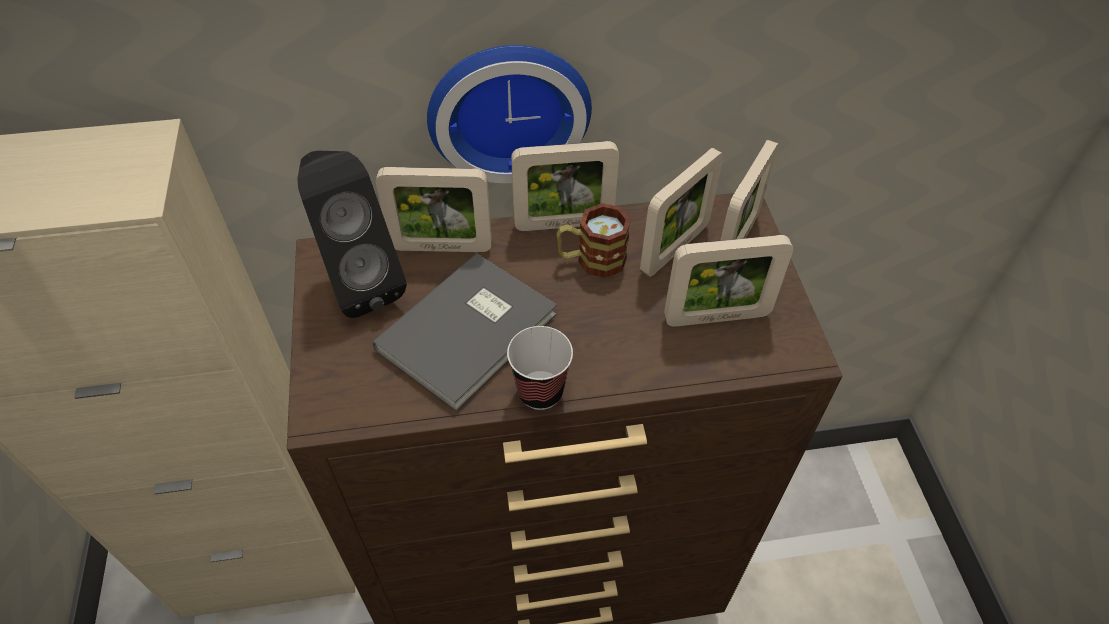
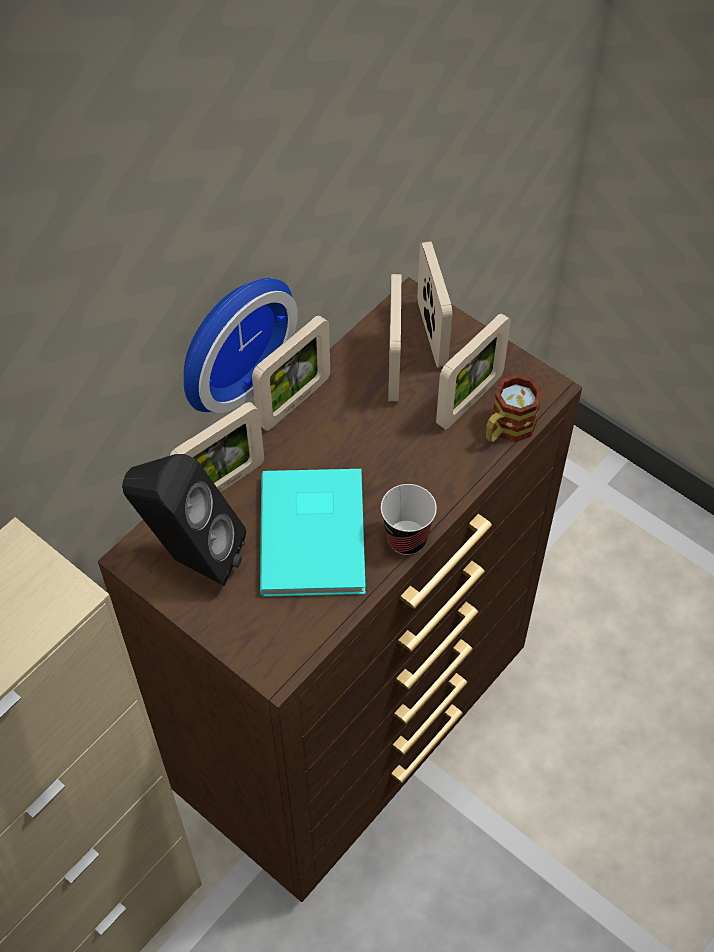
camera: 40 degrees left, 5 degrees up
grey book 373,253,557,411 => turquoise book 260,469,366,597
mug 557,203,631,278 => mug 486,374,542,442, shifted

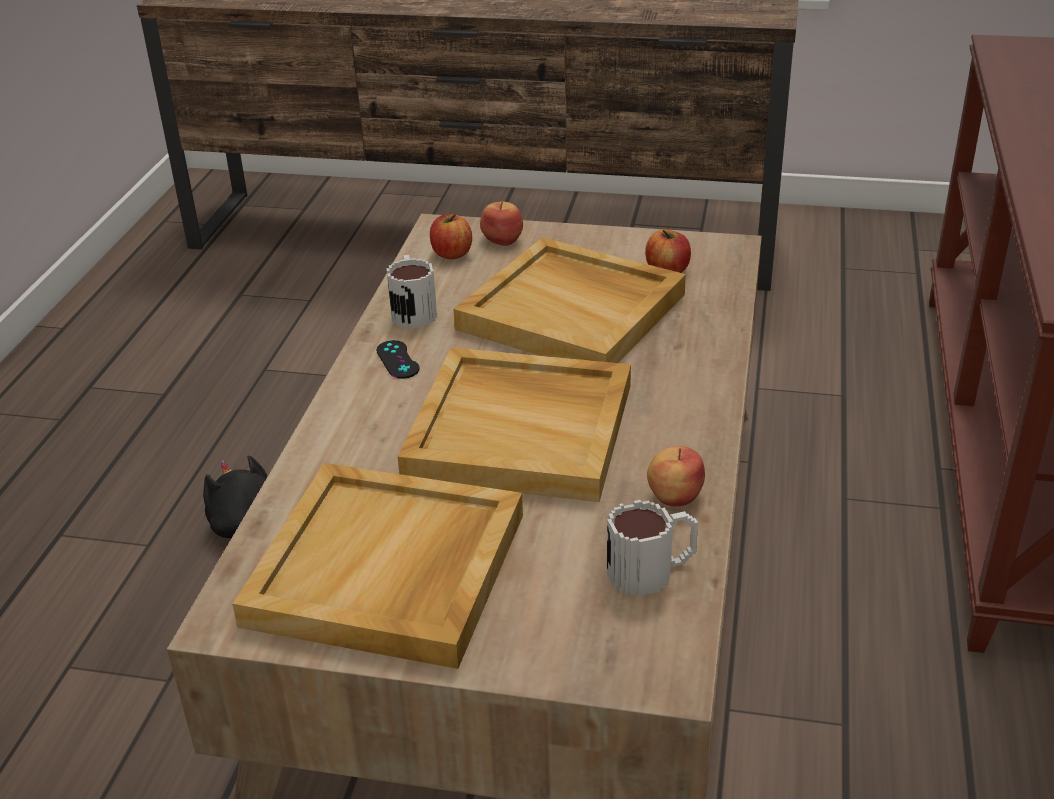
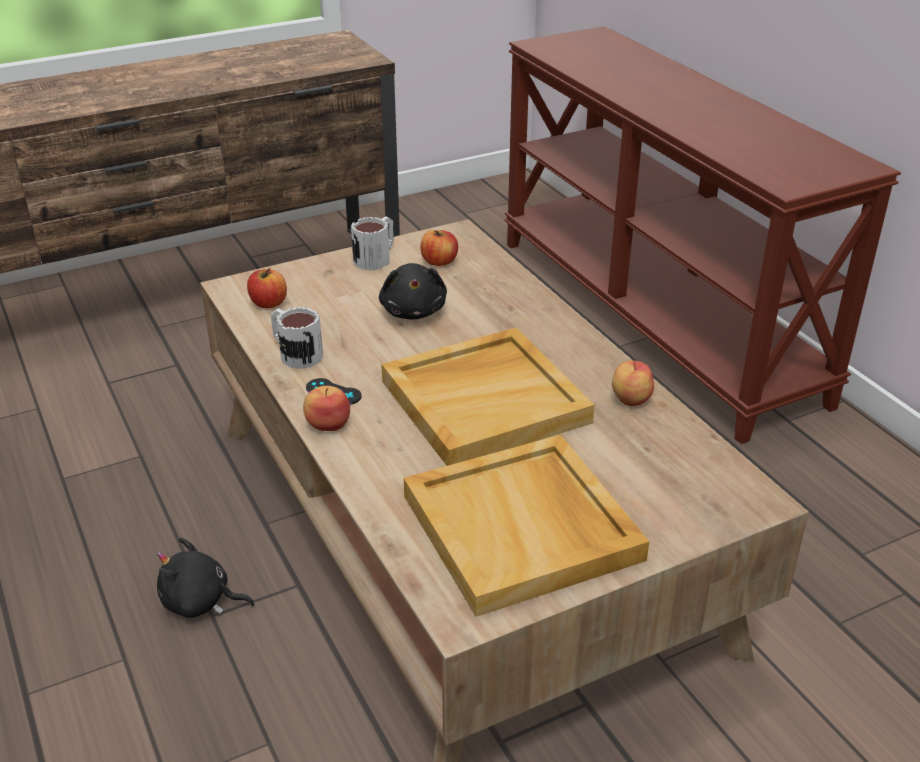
camera: 40 degrees left, 0 degrees up
beige tray 454,237,686,363 => black plush toy 379,263,447,320
apple 480,202,523,246 => apple 303,386,350,431, shifted
mug 607,500,698,596 => mug 351,216,394,270, shifted

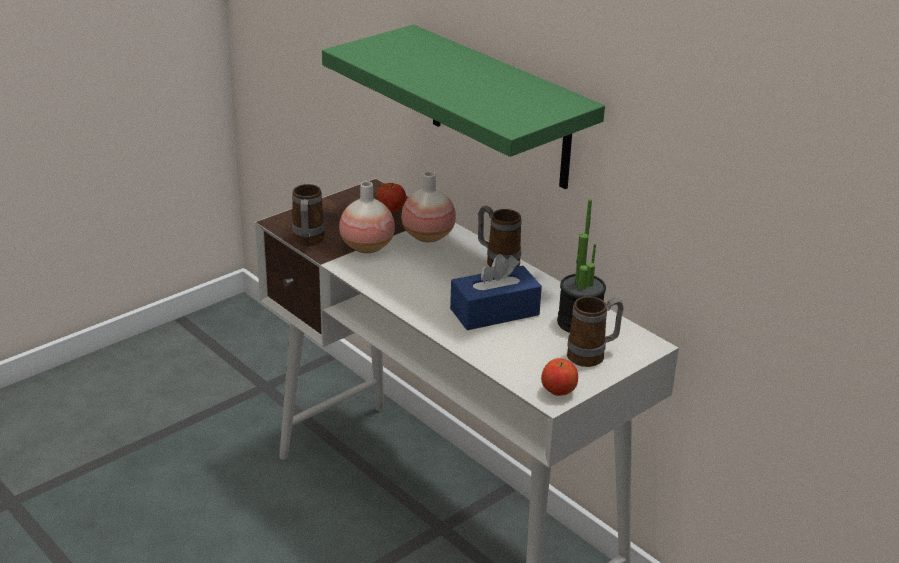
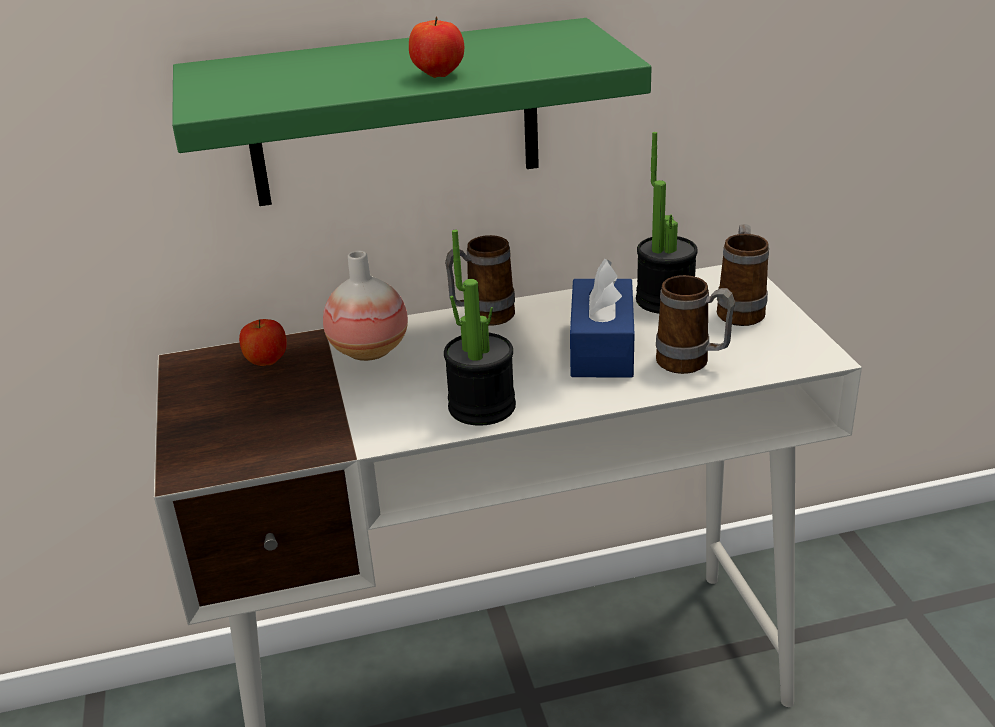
camera: 60 degrees left, 0 degrees up
mug 292,184,325,246 => mug 656,275,735,374, shifted
vase 339,181,395,253 => nothing
apple 541,358,578,396 => apple 409,17,464,78, shifted
nothing => potted plant 444,230,516,426

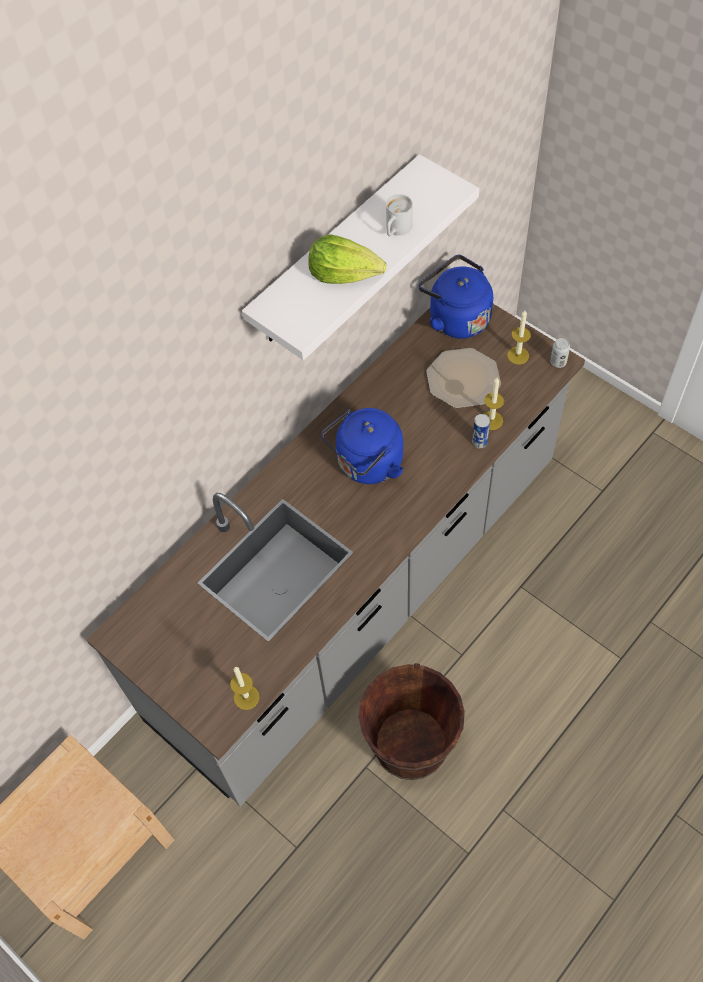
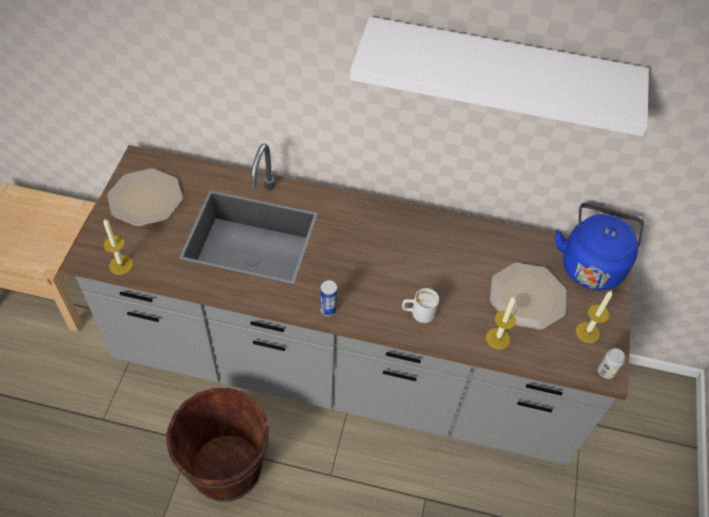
camera: 55 degrees right, 5 degrees down
lettuce 308,234,386,284 => nothing
blue kettle 321,408,404,484 => nothing
white mug 386,194,413,236 => white mug 402,288,439,323, shifted
can 472,414,490,449 => can 320,280,337,316, shifted
nothing => plate 107,168,183,227

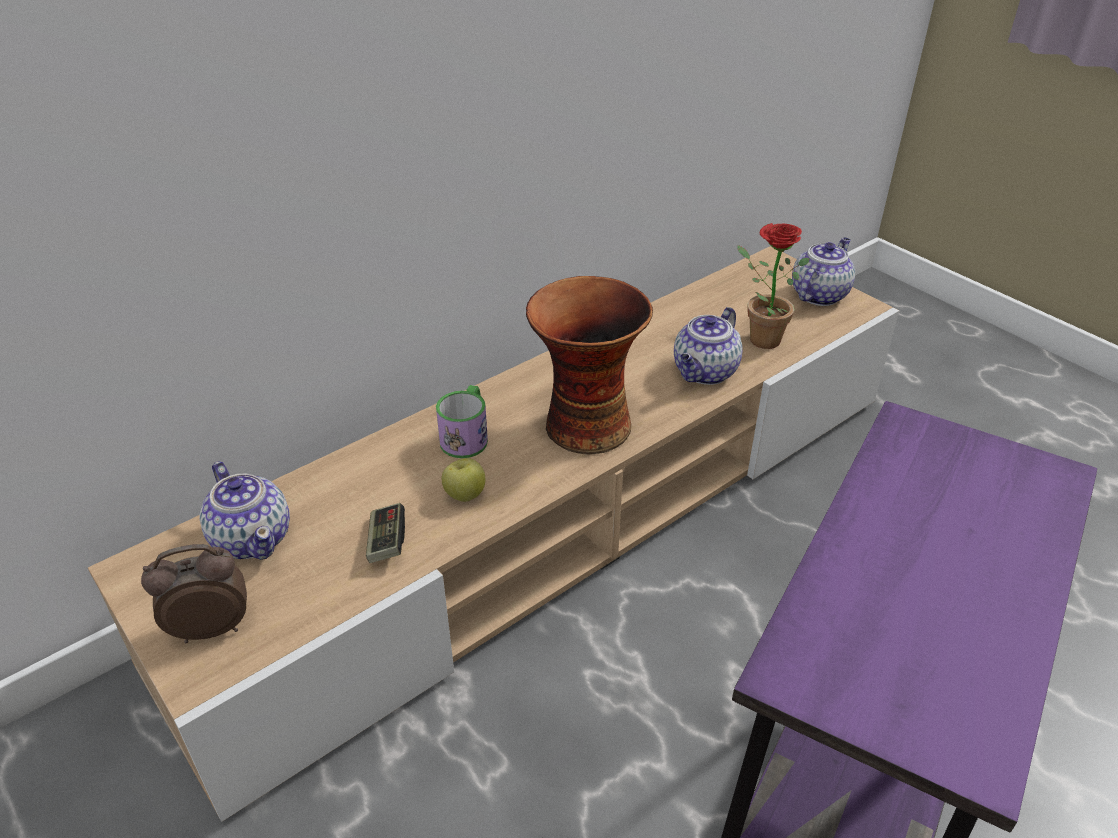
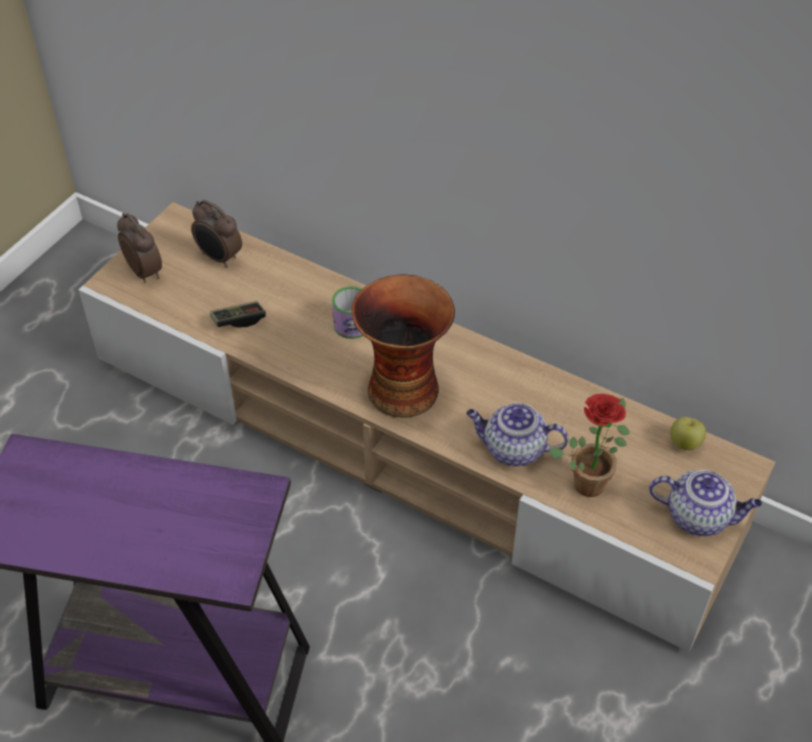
camera: 70 degrees right, 10 degrees up
teapot 199,461,290,560 => alarm clock 191,200,242,268
apple 442,458,485,502 => apple 670,417,706,450, shifted

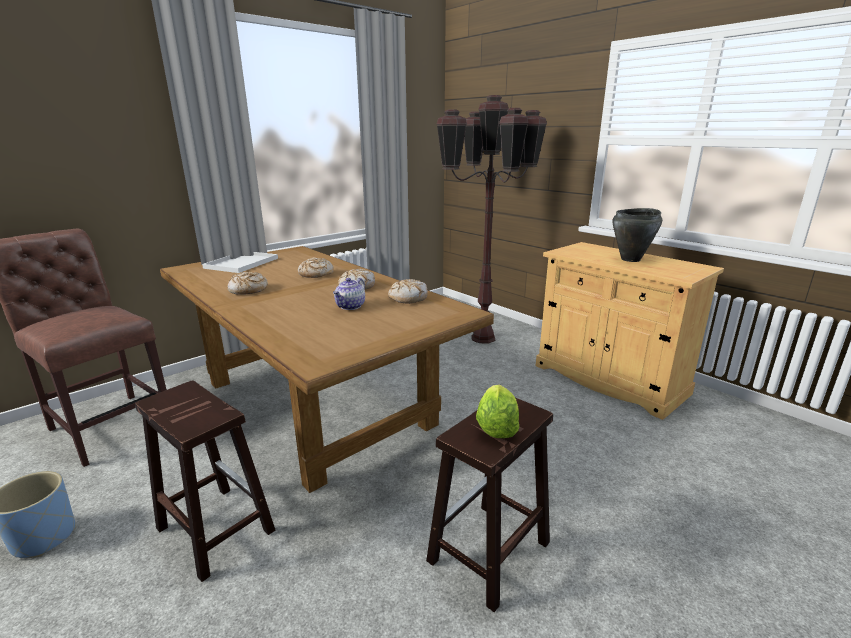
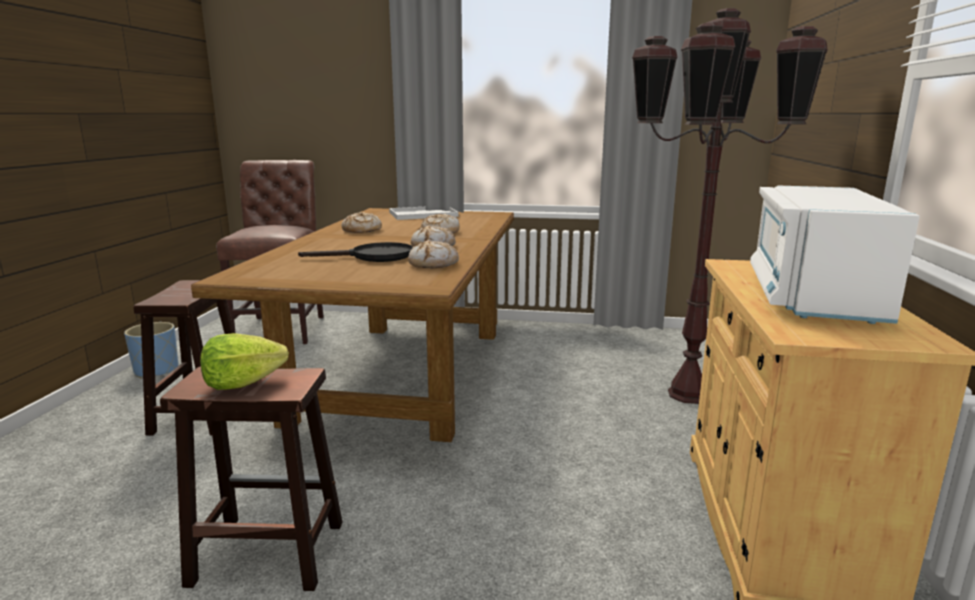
camera: 50 degrees right, 5 degrees down
teapot 333,278,365,310 => black frying pan 298,242,413,262
black cooking pot 613,208,662,262 => white microwave 750,185,920,324

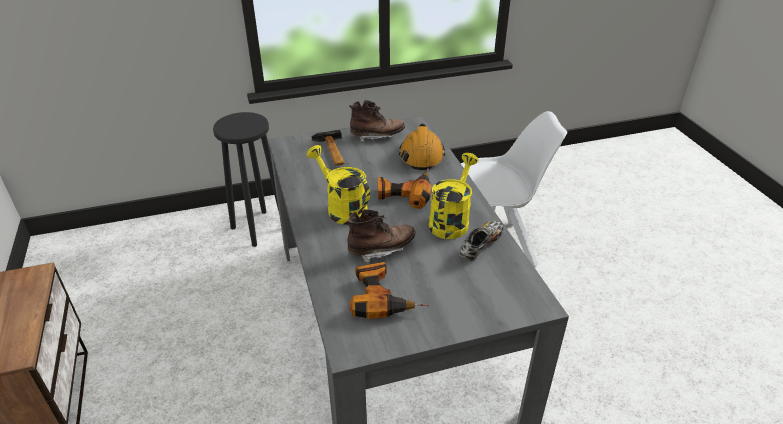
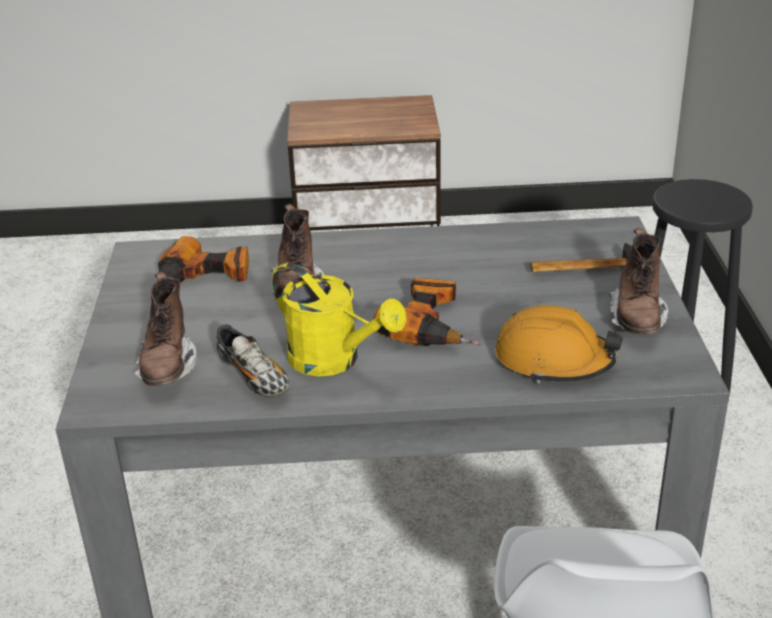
camera: 105 degrees right, 5 degrees down
yellow watering can 307,145,370,225 => nothing
nothing => brown boot 134,272,197,386

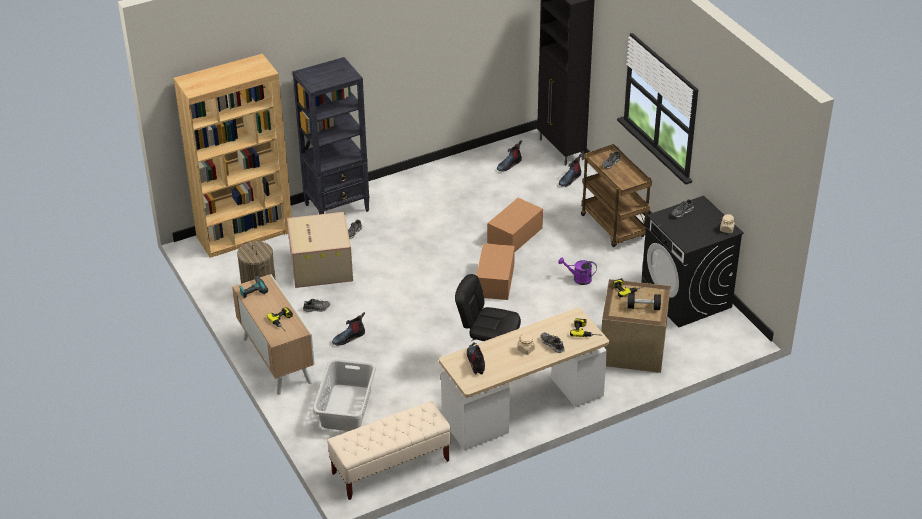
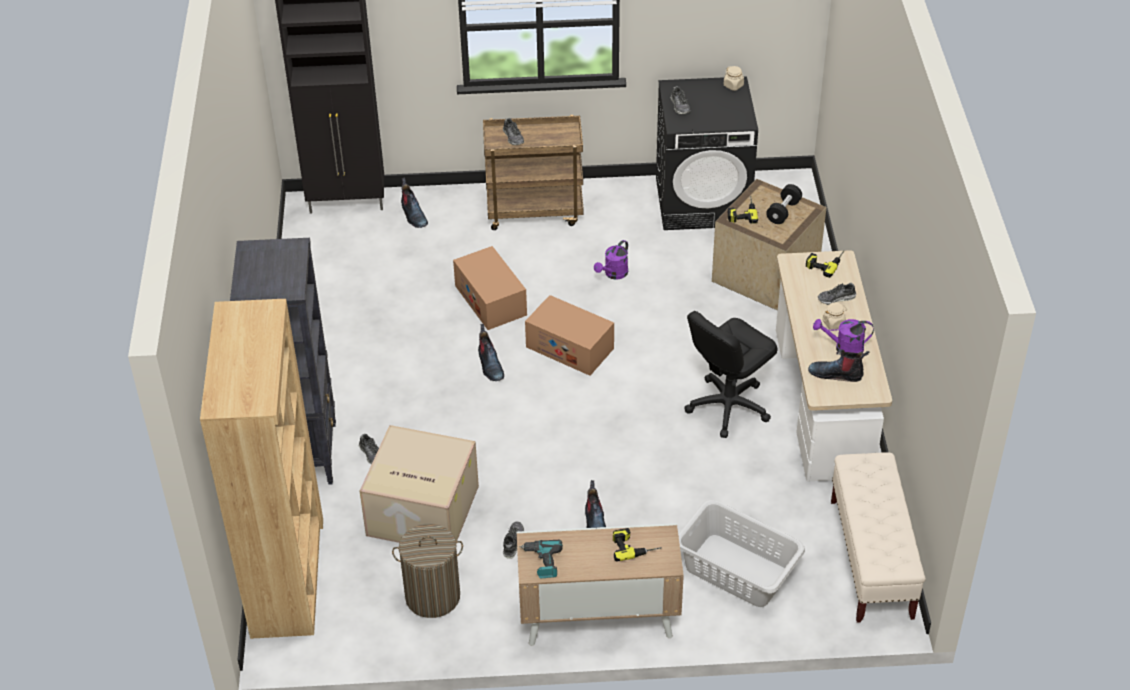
camera: 65 degrees left, 5 degrees up
boot 497,140,522,172 => boot 478,324,504,381, shifted
nothing => purple watering can 813,319,874,353

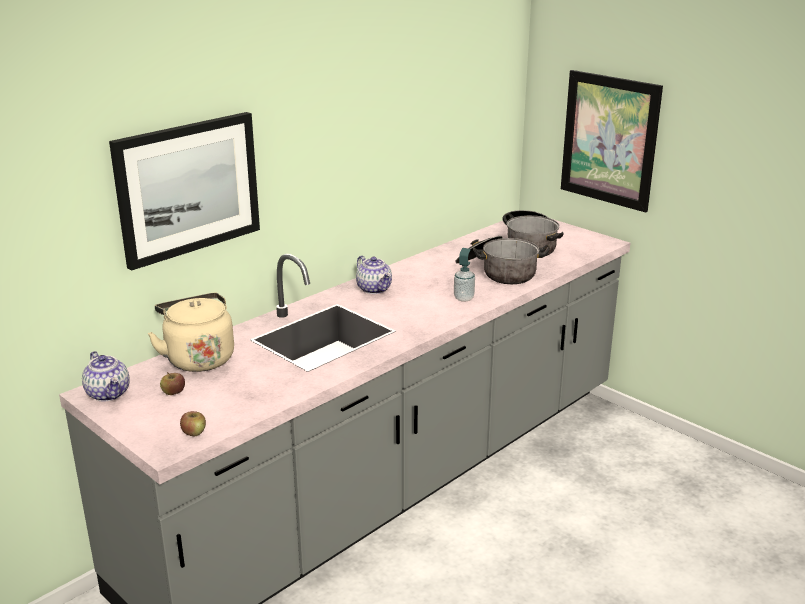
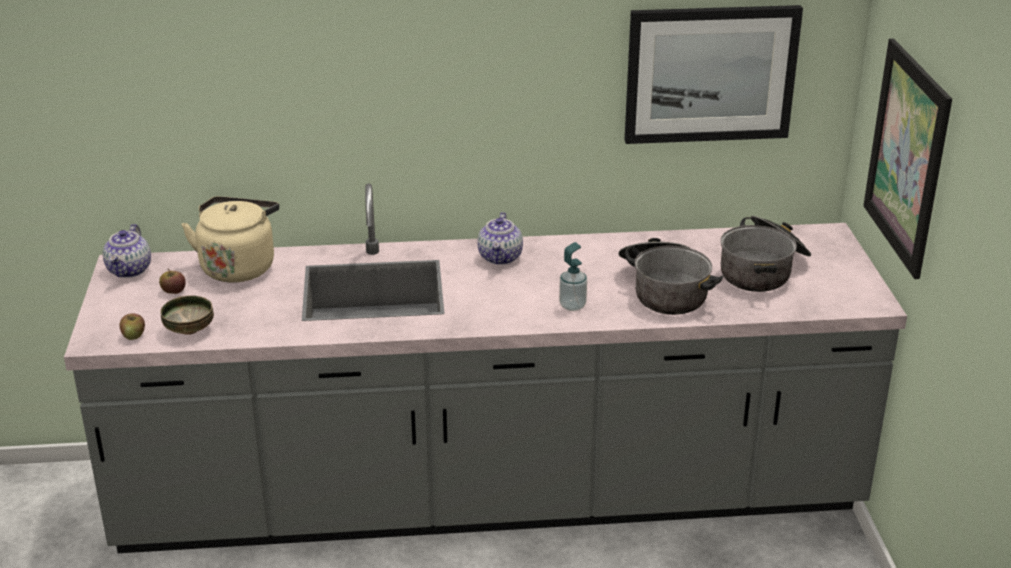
camera: 40 degrees right, 5 degrees up
picture 109,112,260,271 => picture 624,5,803,144, shifted
nothing => bowl 160,296,214,335

